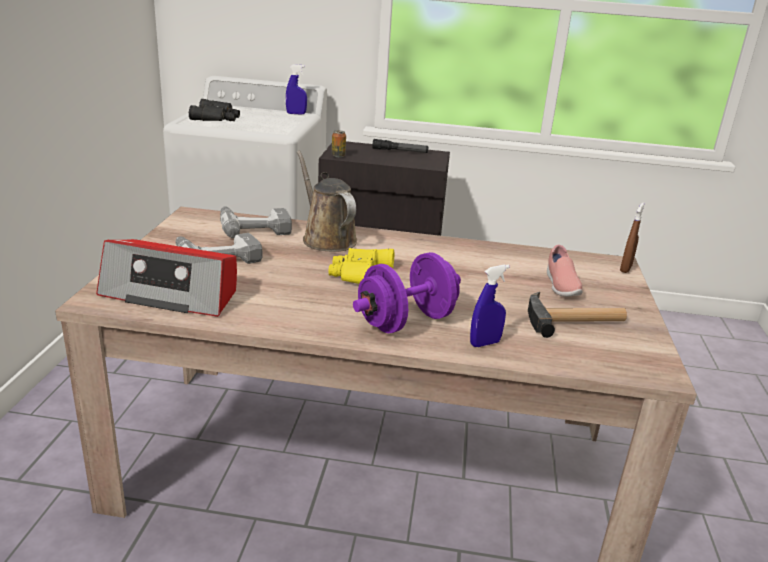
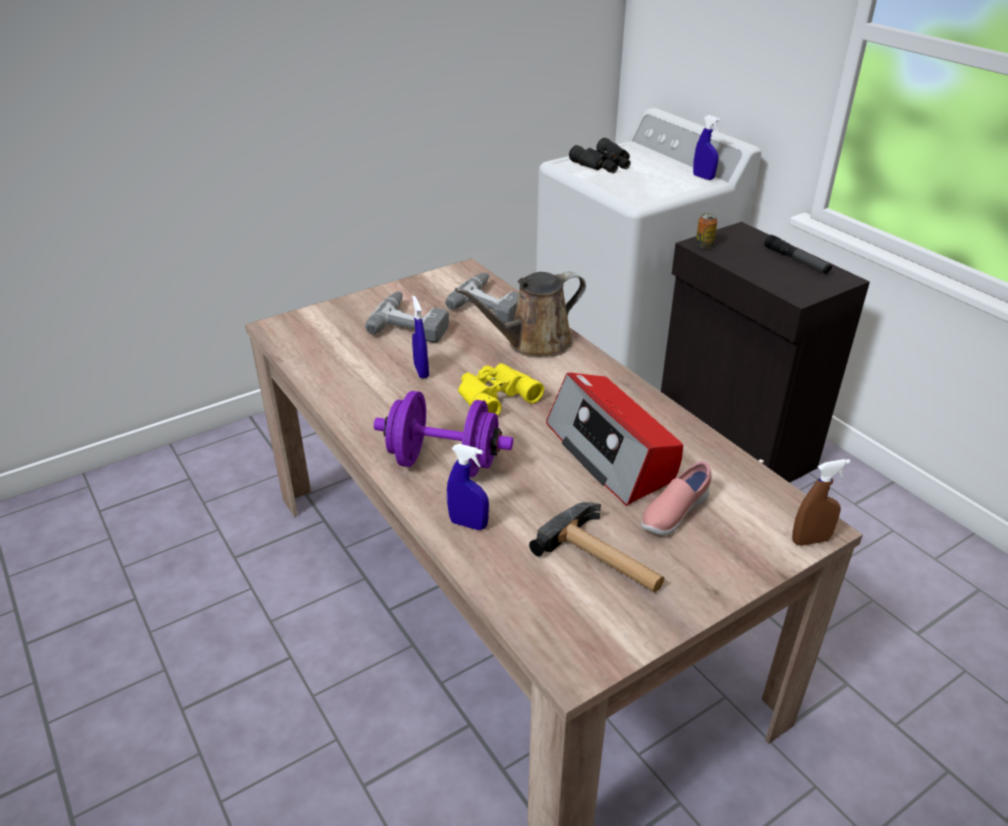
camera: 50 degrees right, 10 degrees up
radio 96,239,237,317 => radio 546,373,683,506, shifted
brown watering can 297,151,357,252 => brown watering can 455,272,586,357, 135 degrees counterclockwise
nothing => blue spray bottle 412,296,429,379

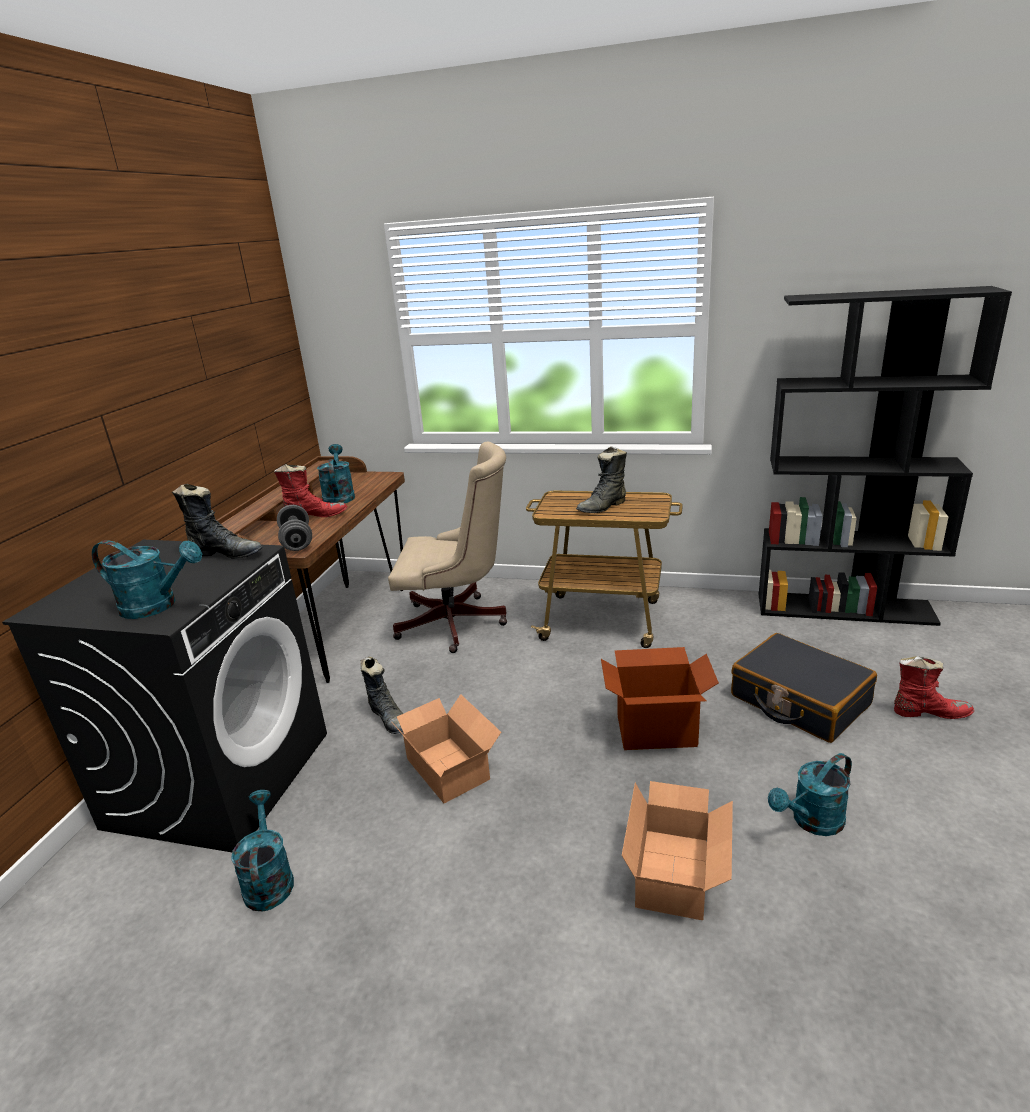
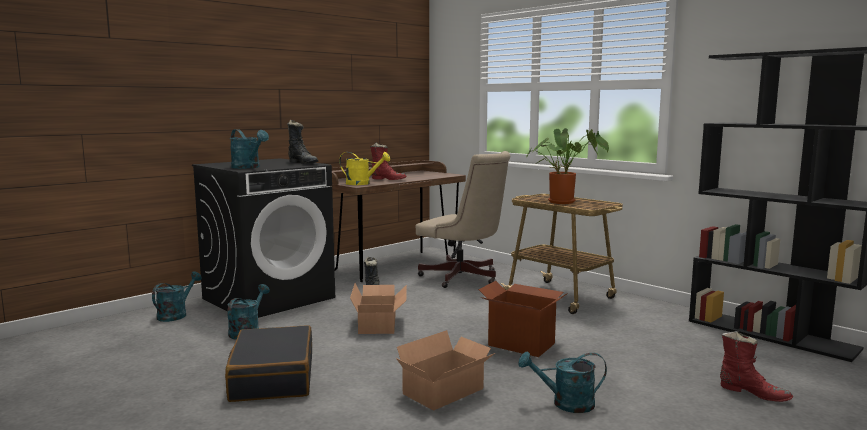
camera: 30 degrees right, 15 degrees down
grey dumbbell 277,505,312,551 => yellow watering can 339,152,390,185
turquoise watering can 317,444,355,503 => turquoise watering can 152,271,202,322, shifted
black boot 576,446,627,513 => potted plant 525,128,609,204
black suitcase 731,633,877,743 => black suitcase 225,325,312,402, shifted

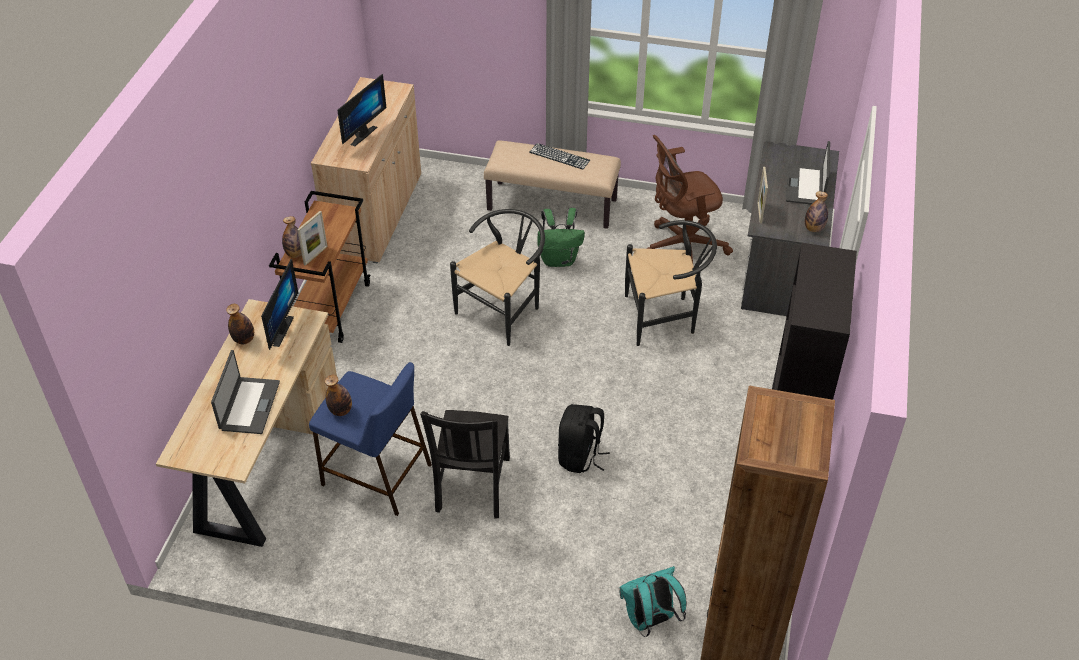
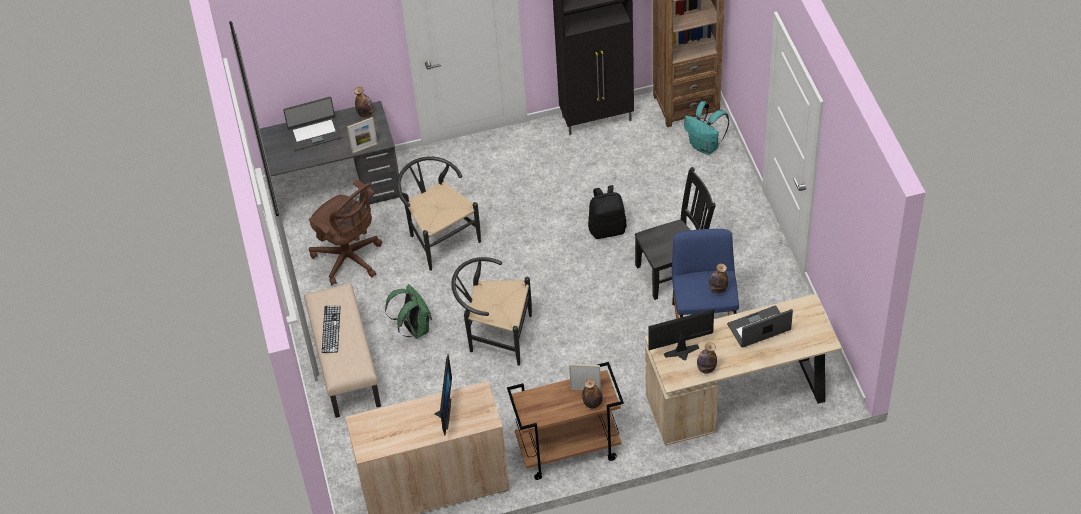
camera: 115 degrees left, 5 degrees up
monitor 337,74,386,147 => monitor 435,354,452,436, 90 degrees clockwise

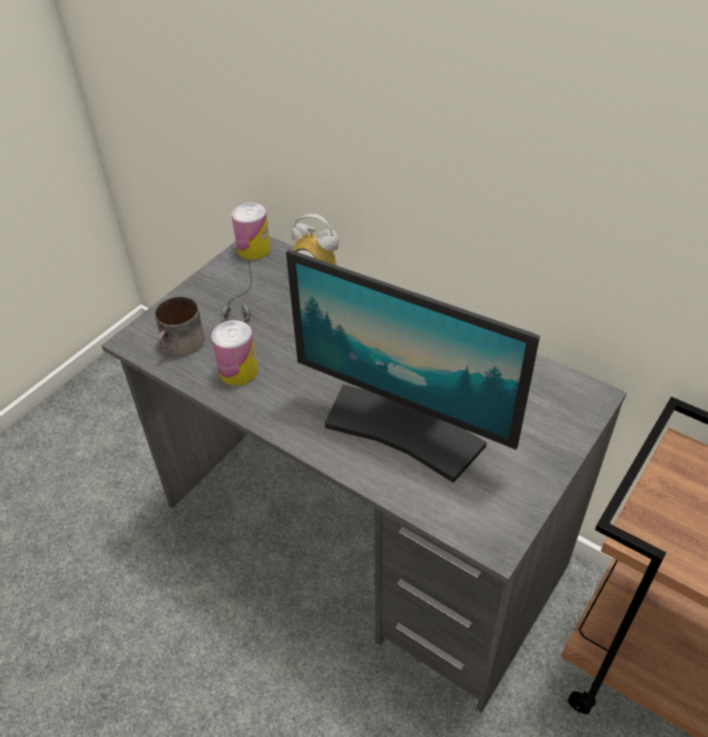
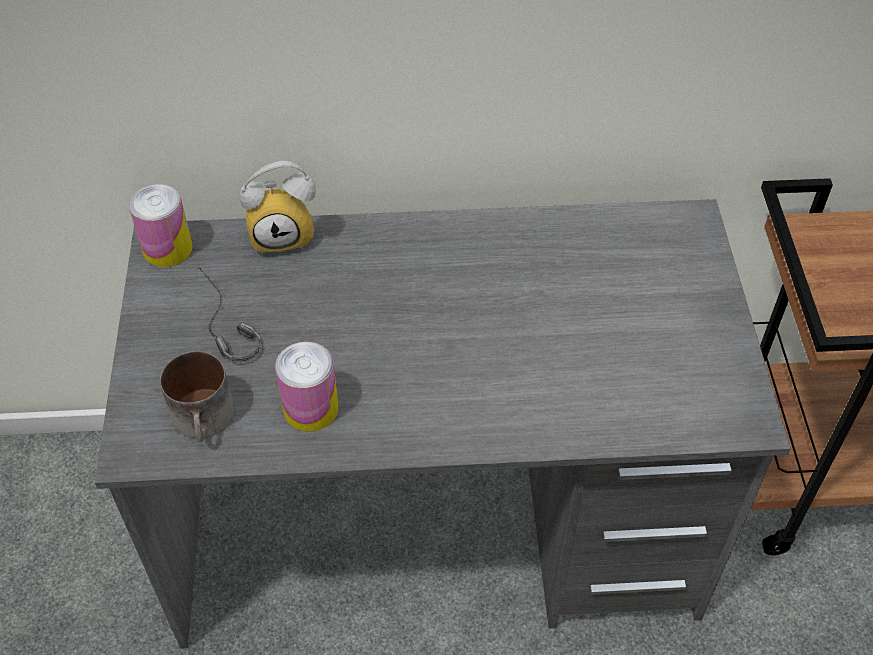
camera: 40 degrees left, 5 degrees up
monitor 286,250,540,483 => nothing

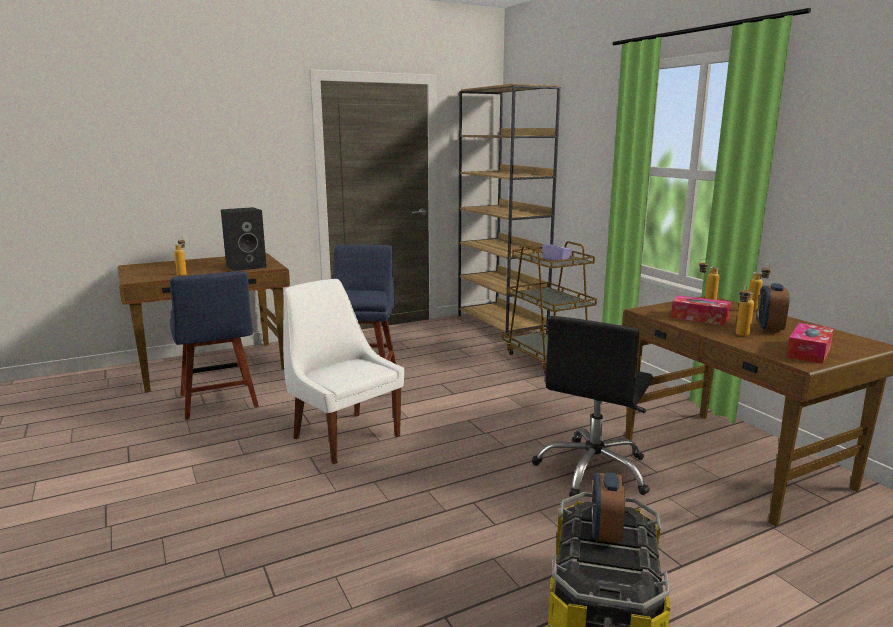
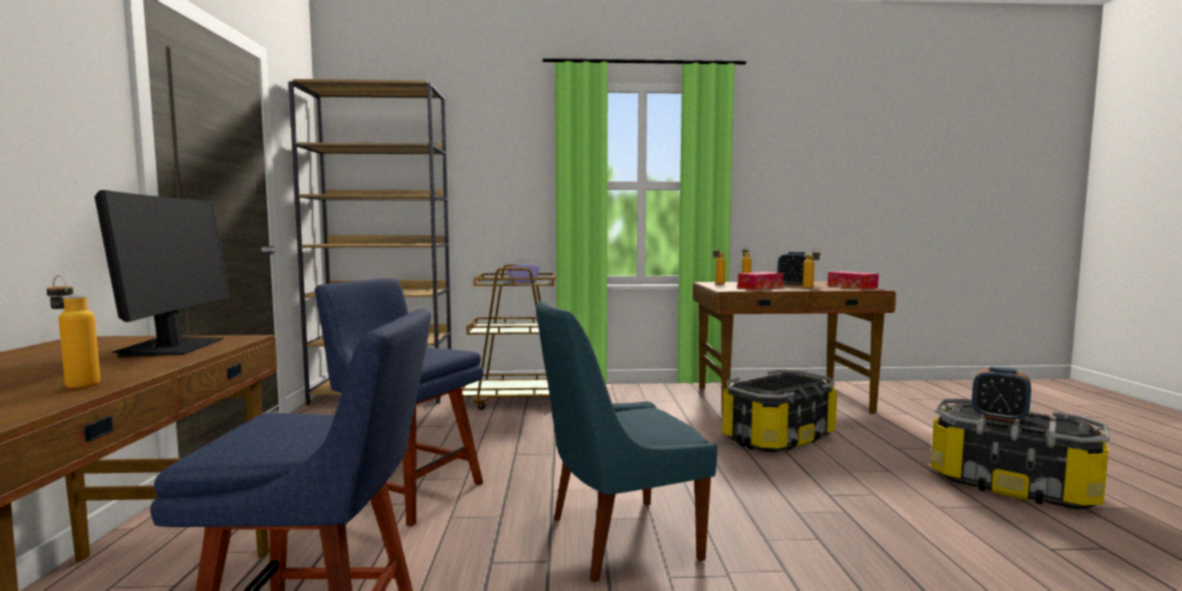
camera: 65 degrees left, 10 degrees down
black speaker 221,207,267,271 => monitor 94,190,230,357
white chair 283,279,404,464 => blue chair 536,300,717,583
black office chair 532,316,653,497 => storage box 722,370,837,452

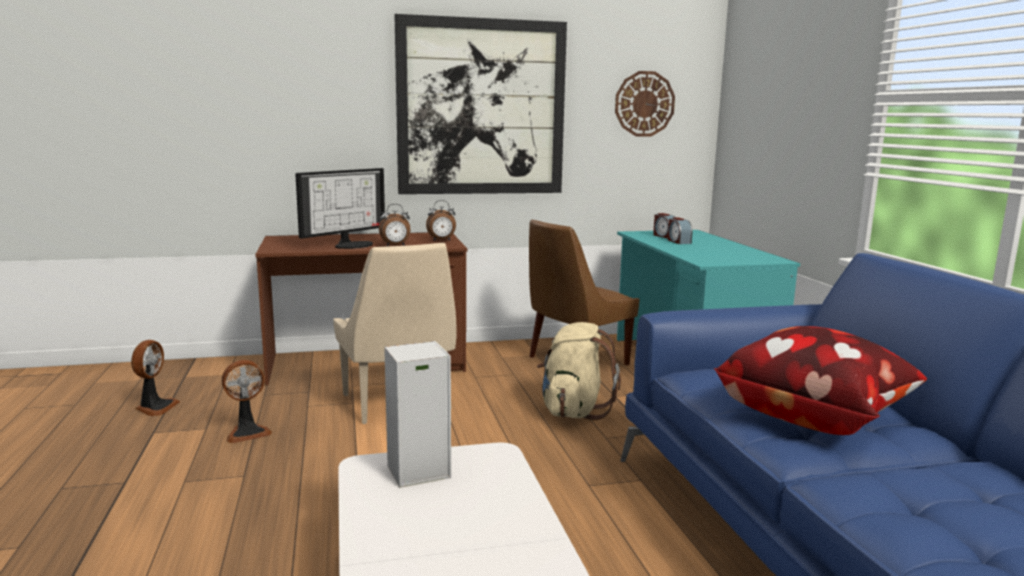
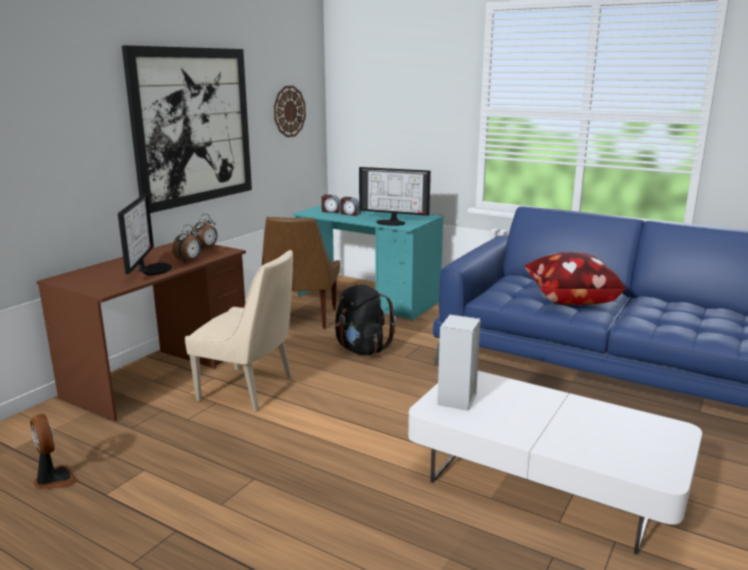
camera: 45 degrees left, 5 degrees up
fan 222,360,272,443 => nothing
beige backpack 537,322,621,420 => black backpack 335,285,396,355
nothing => monitor 359,167,431,226

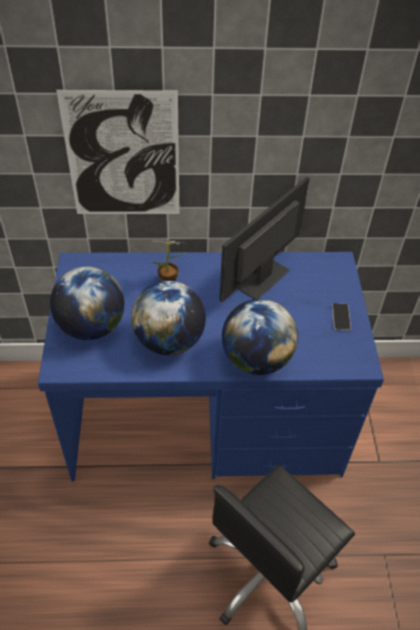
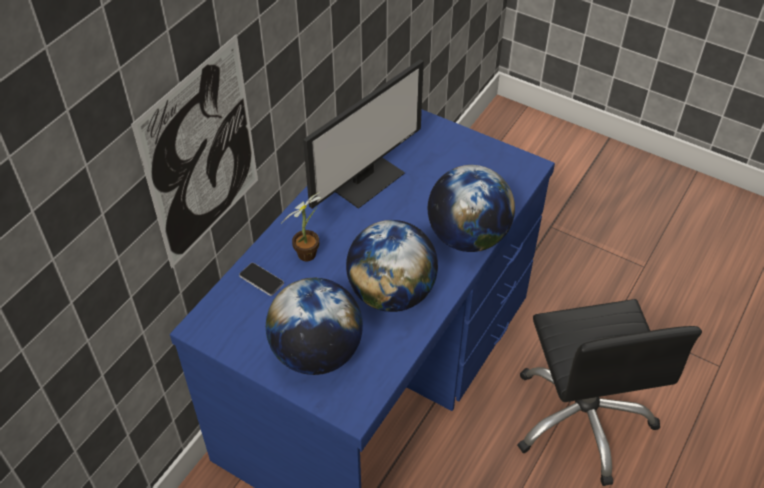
camera: 55 degrees left, 0 degrees up
monitor 219,177,310,302 => monitor 303,59,424,209, 120 degrees counterclockwise
phone 332,303,351,331 => phone 239,263,284,296, shifted

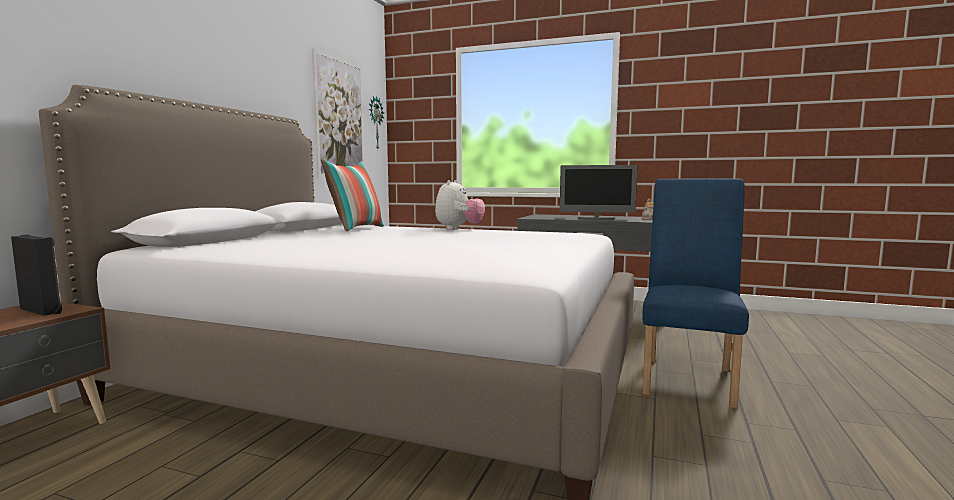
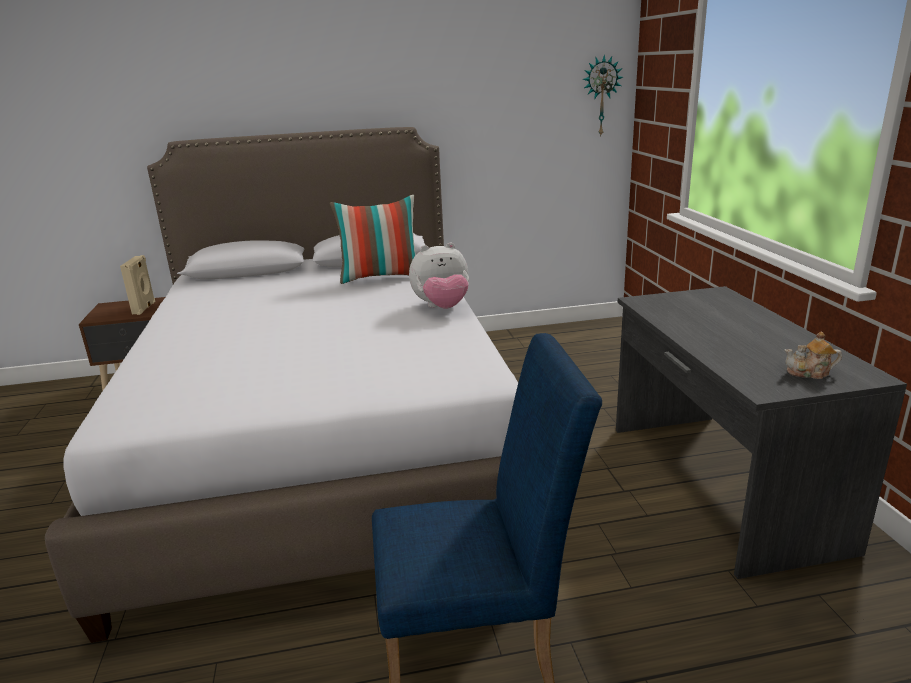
camera: 60 degrees right, 15 degrees up
black speaker 11,235,62,316 => beige speaker 120,255,155,315
picture 312,48,365,177 => nothing
monitor 560,165,637,219 => nothing

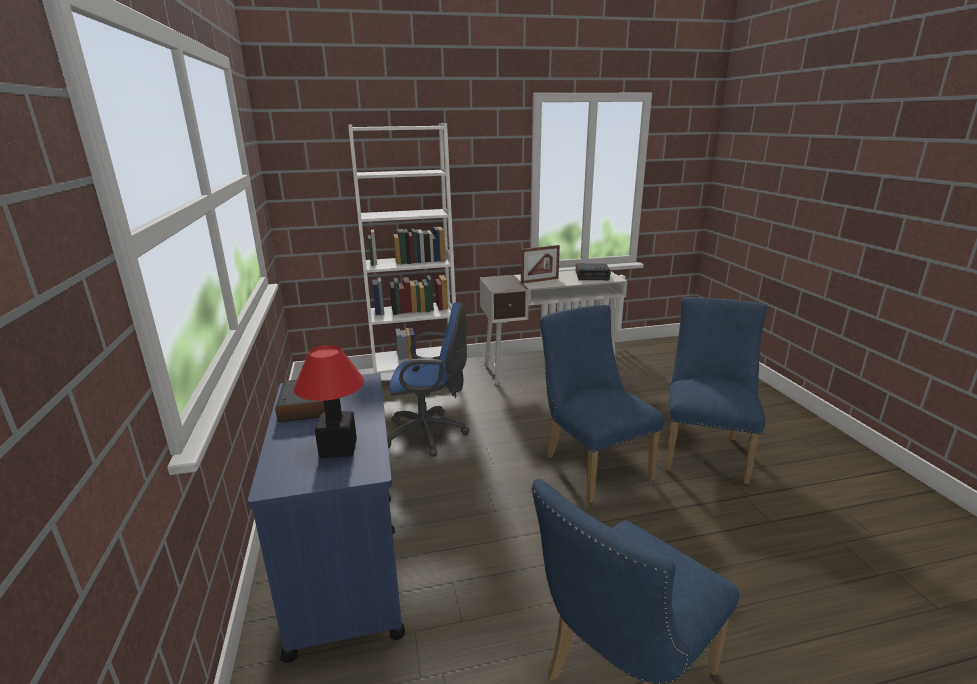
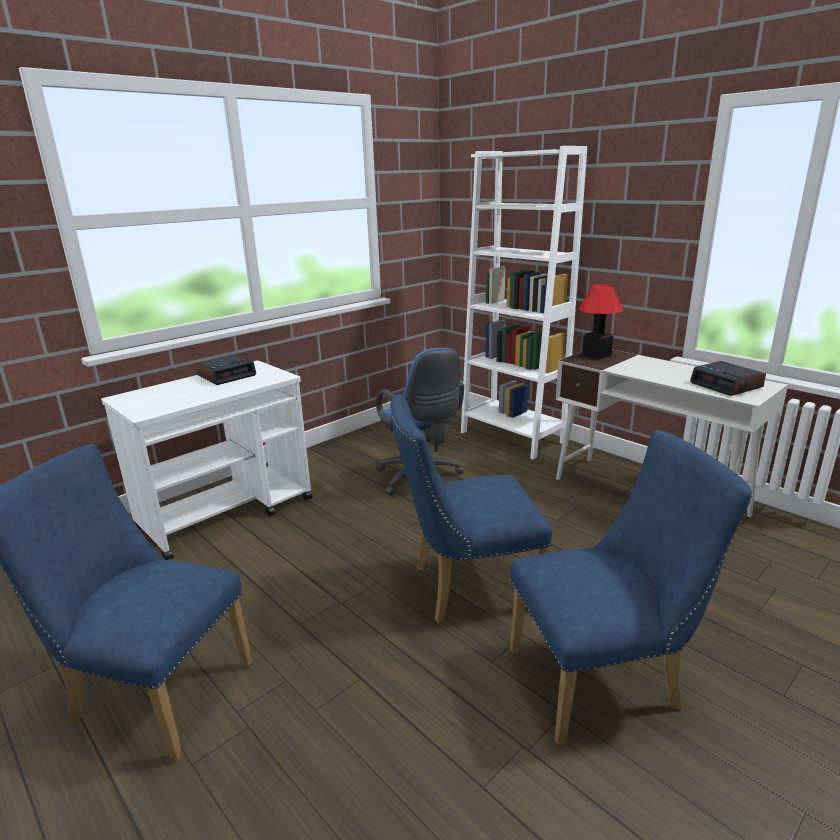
camera: 60 degrees right, 0 degrees up
blue cart 248,373,405,663 => white cart 101,360,313,560
table lamp 294,345,364,458 => table lamp 578,284,623,359, shifted
picture frame 521,245,560,284 => nothing
blue chair 540,305,664,503 => blue chair 390,394,552,623, 135 degrees counterclockwise

